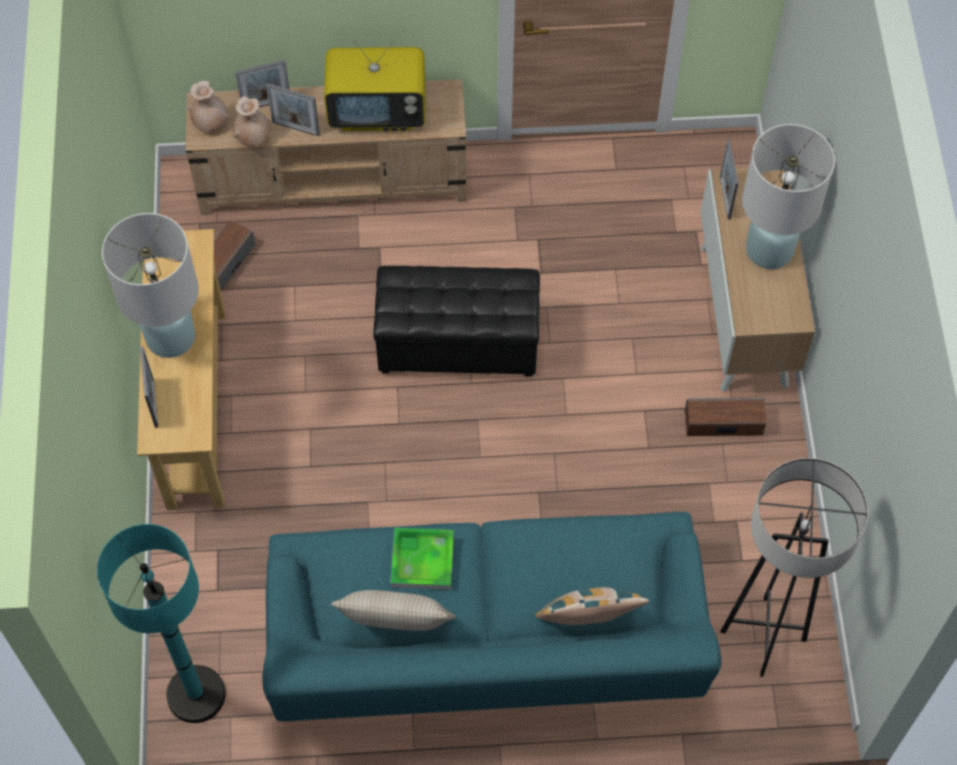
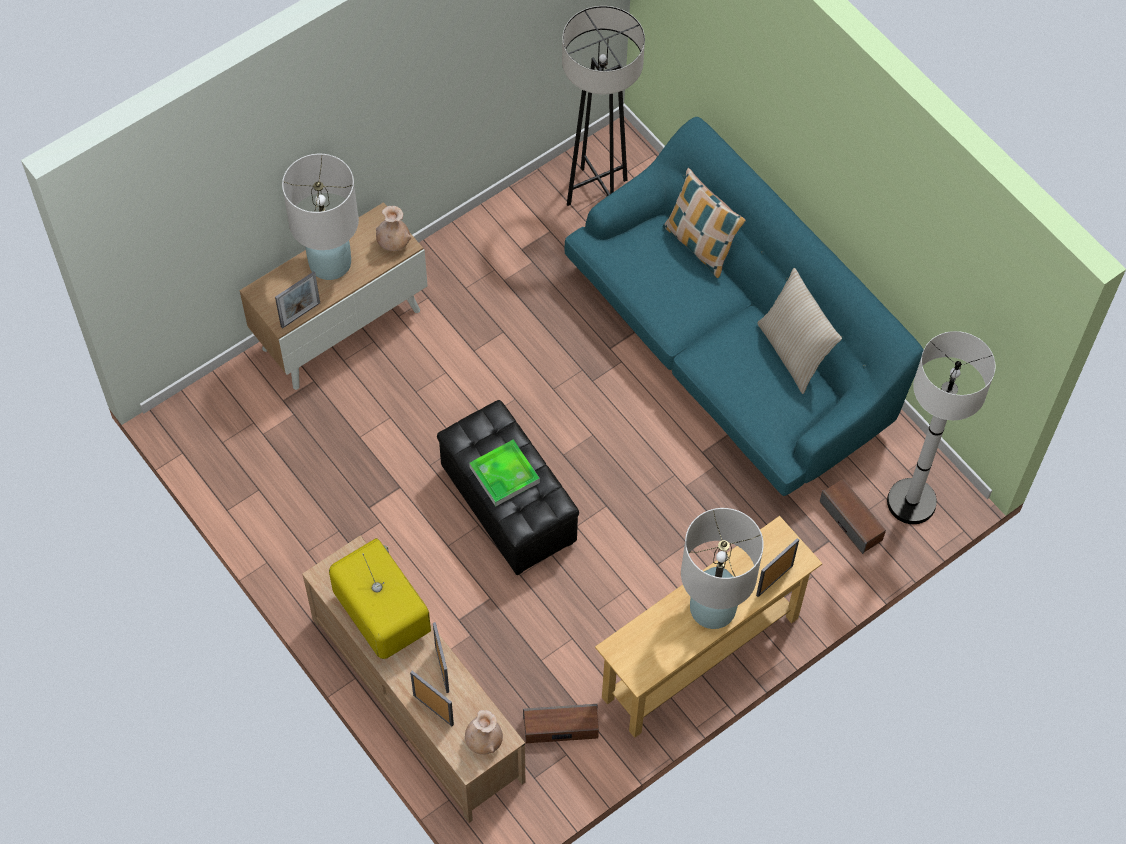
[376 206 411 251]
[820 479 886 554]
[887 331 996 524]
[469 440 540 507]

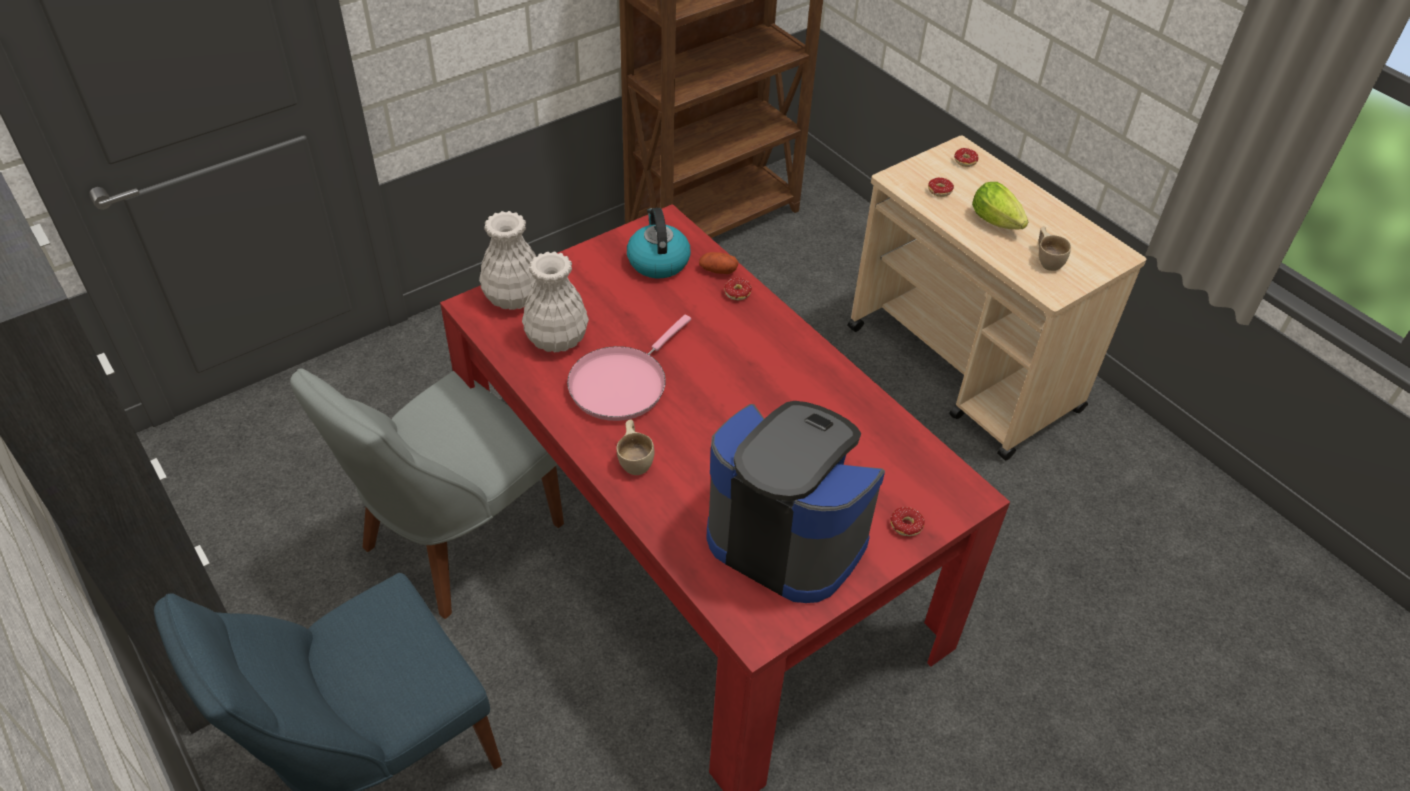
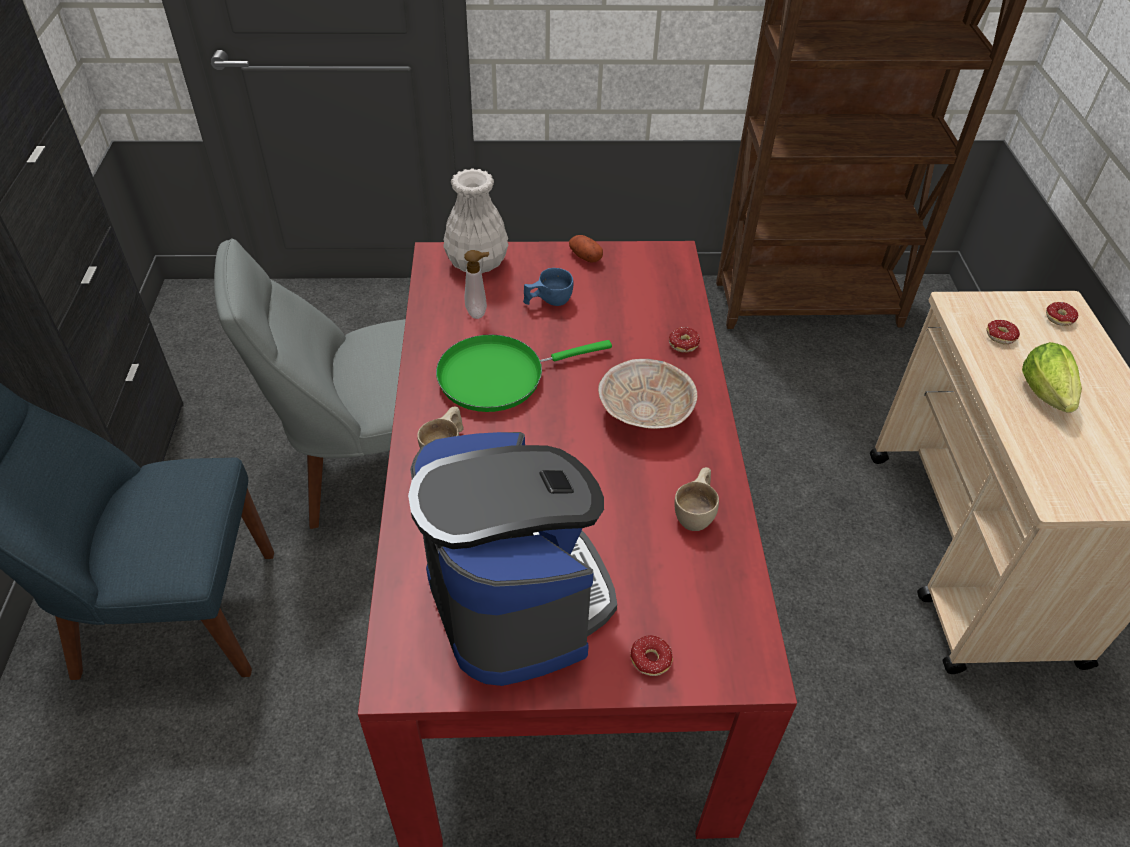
[627 208 691 278] (first image)
[674 467 719 531]
[464 250 489 319]
[569 235 603 263]
[436 334 612 412]
[523 268 573 306]
[598 359 697 429]

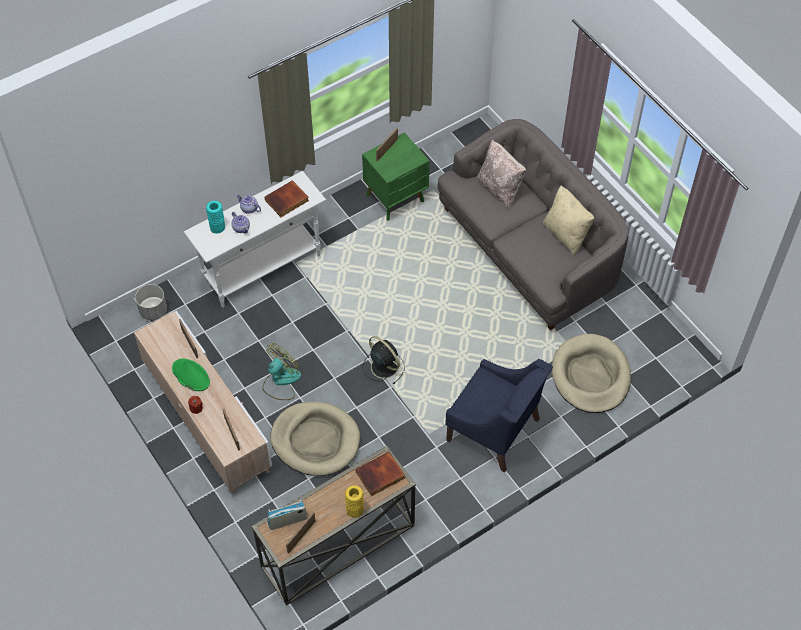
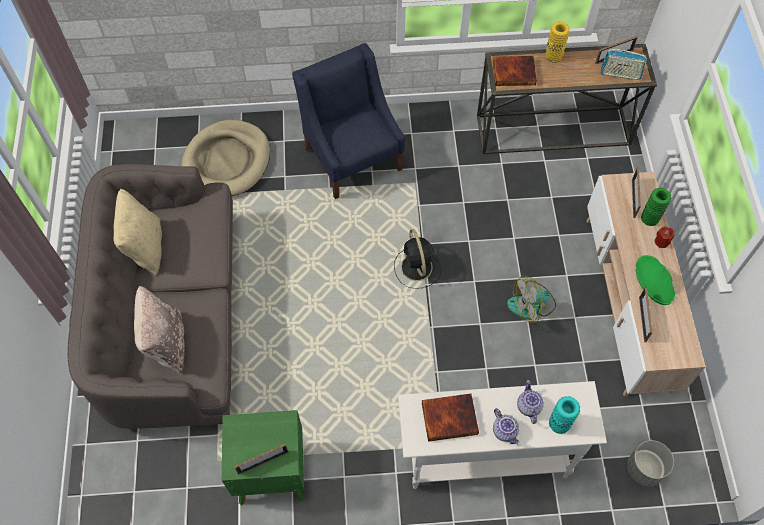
[270 402 360 476] (first image)
[641 188 671 226]

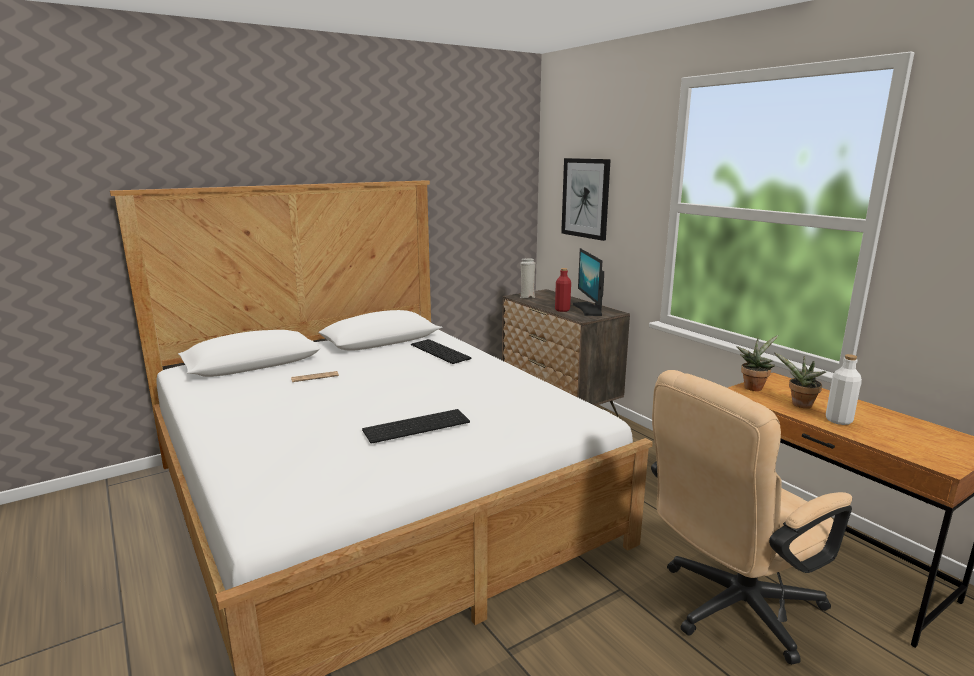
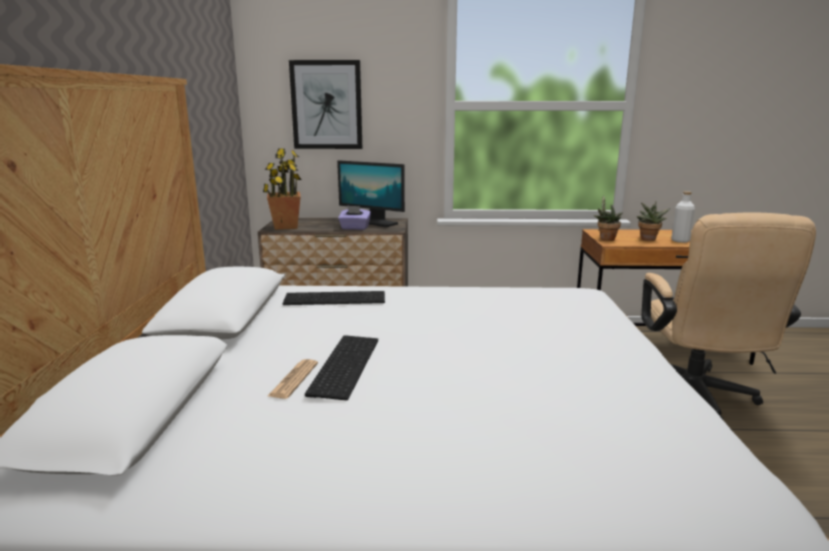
[263 148 302 230]
[338 205 371 230]
[305 335 378 400]

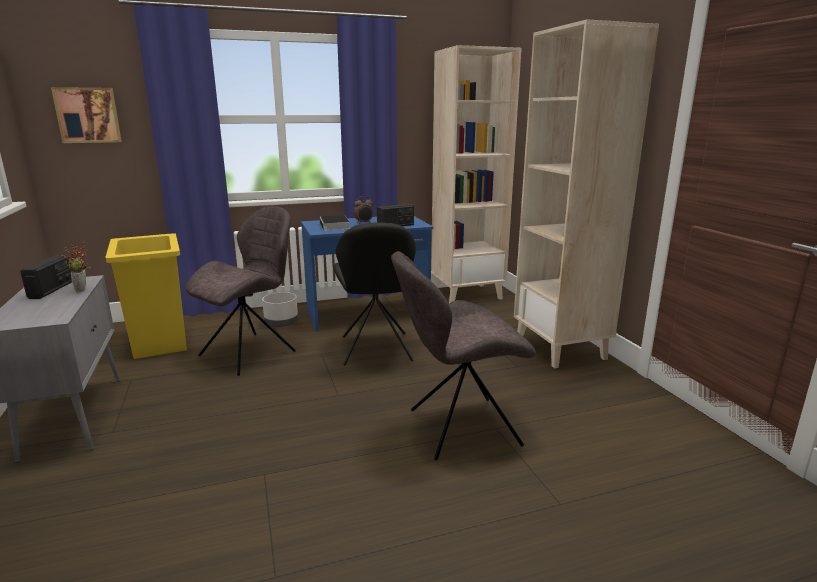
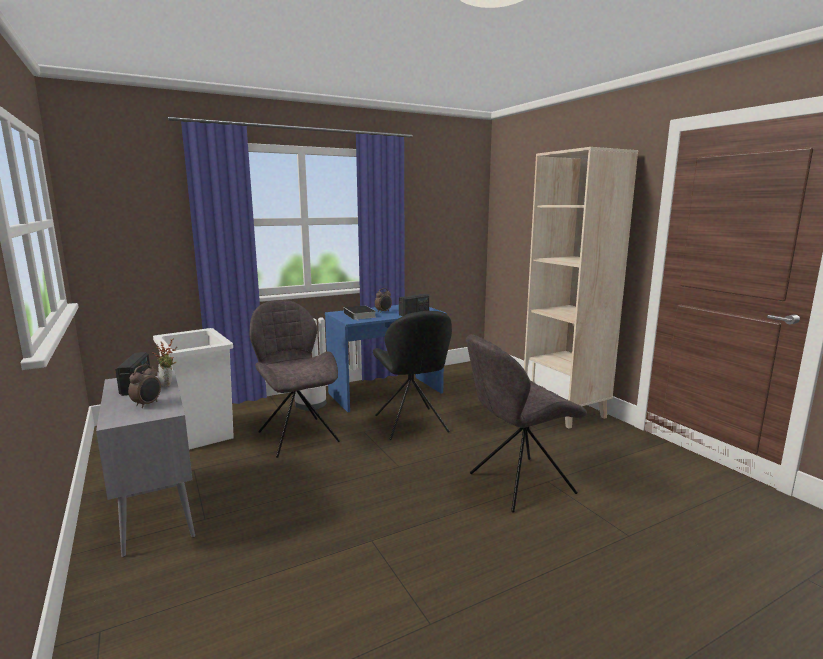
[431 45 522 303] (first image)
[51 87 122 143] (first image)
[249 300 340 458]
[153 328 234 450]
[128 364 161 408]

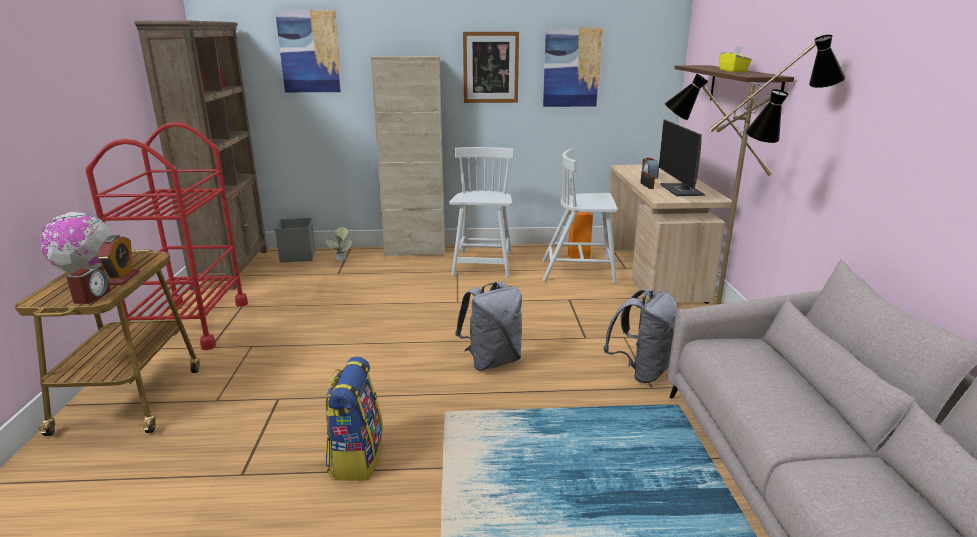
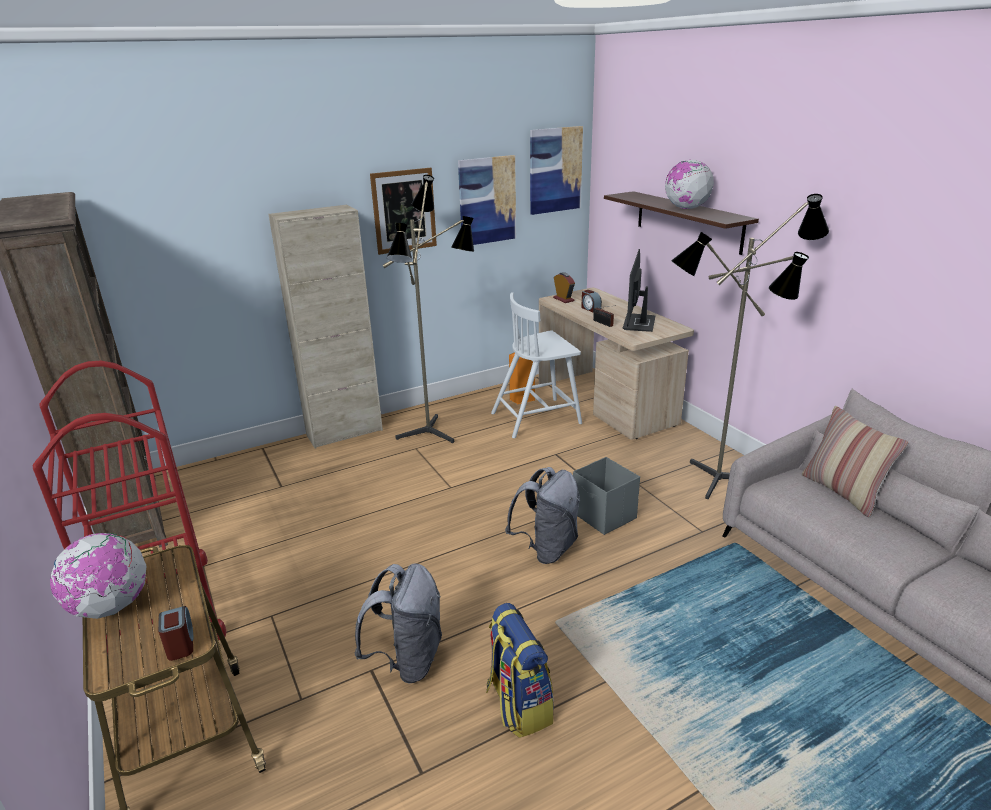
[530 126 583 215]
[665 160 714 209]
[623 249 656 332]
[383 175 474 443]
[573 457 640 535]
[325 227 352 261] (first image)
[553 272 575 303]
[355 563 442 683]
[802 406 908 518]

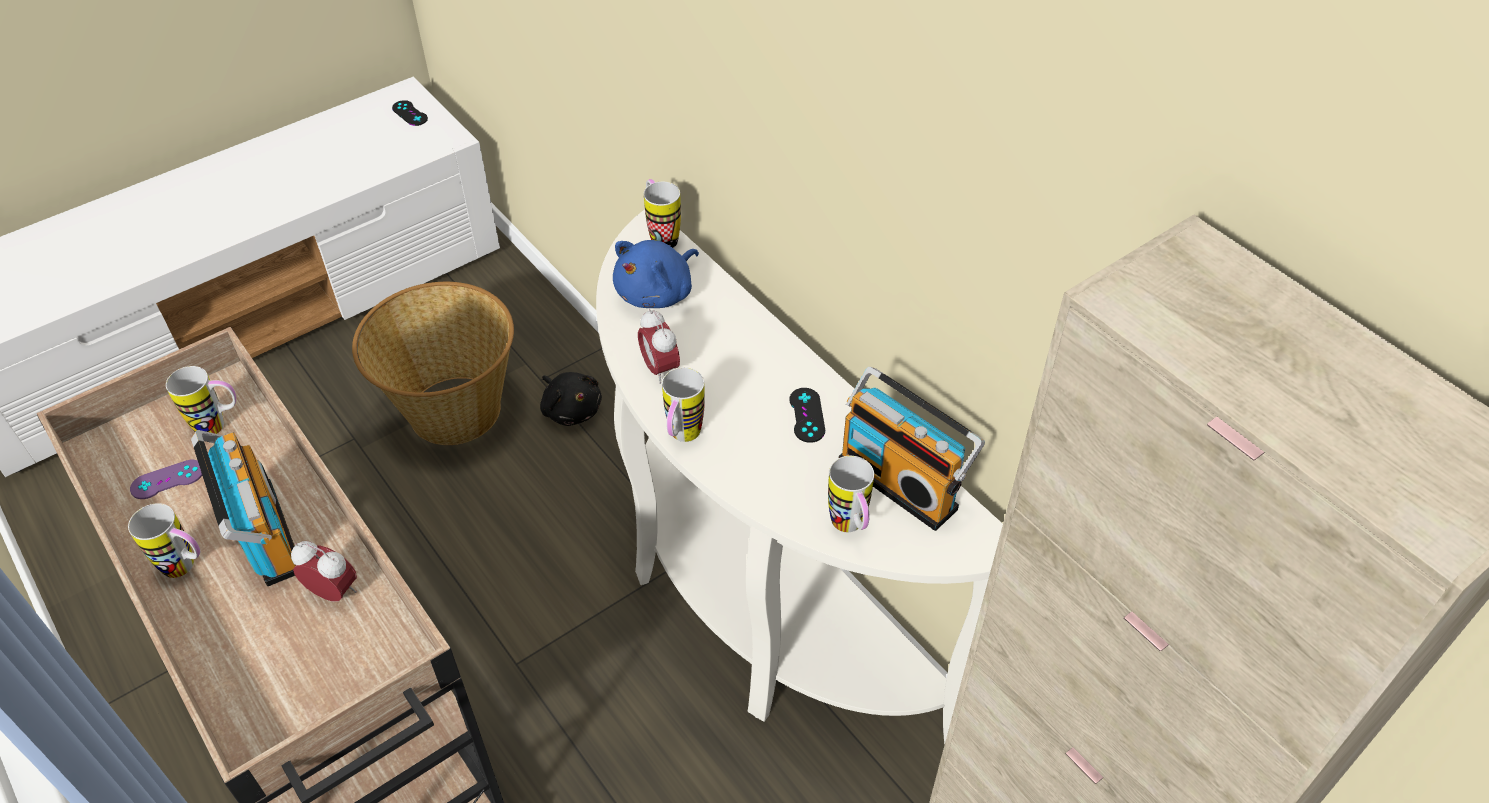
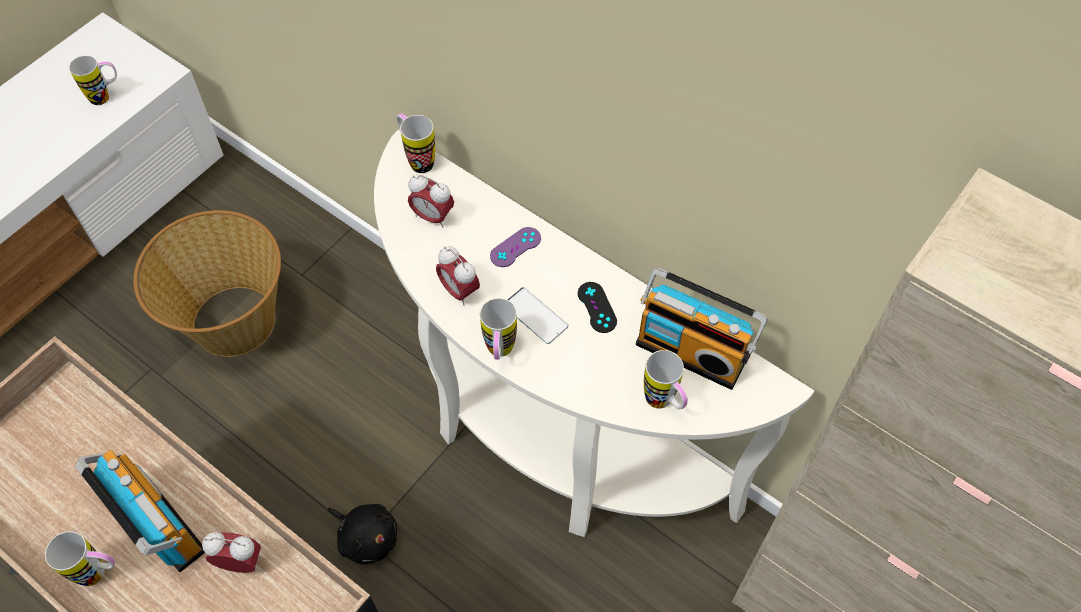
[392 100 428 126] (first image)
[408 174 454 228]
[69 56 117 105]
[328 504 397 565]
[490 227 541 267]
[507 287 568 344]

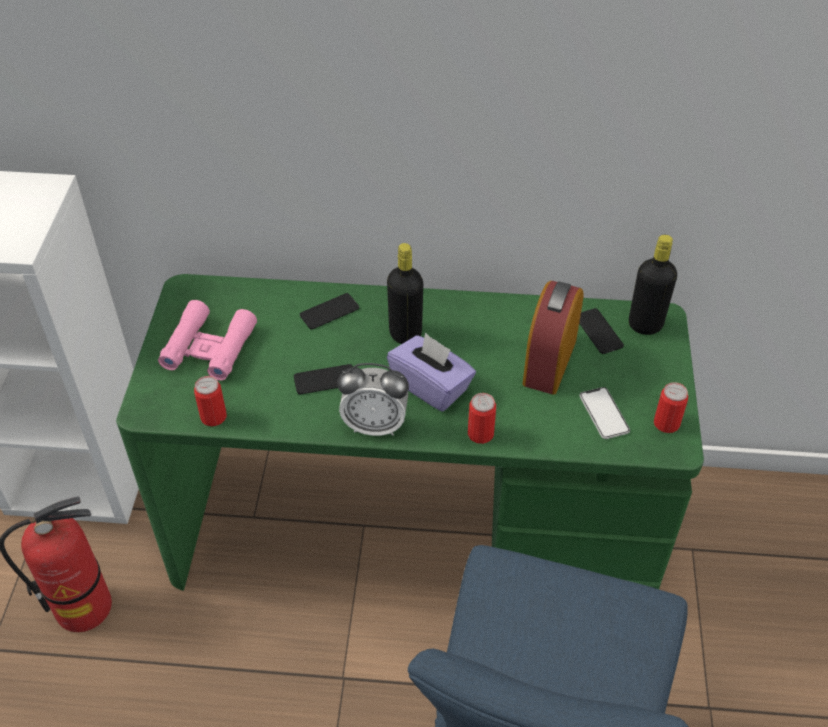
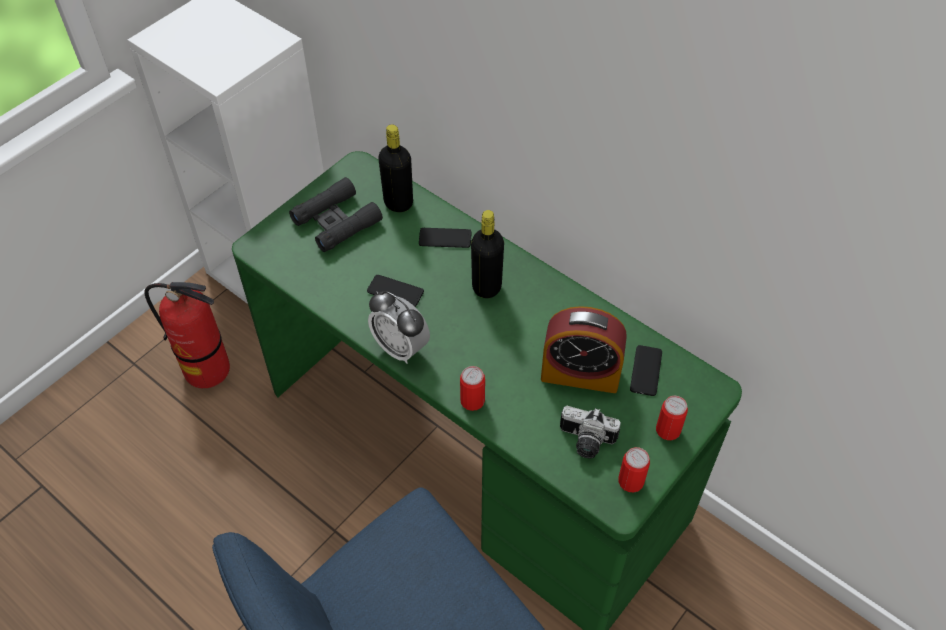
[378 124 413 212]
[541 306 626 393]
[289 177 383 252]
[387 332 476 412] (first image)
[656 396 688 440]
[560 406 621 458]

